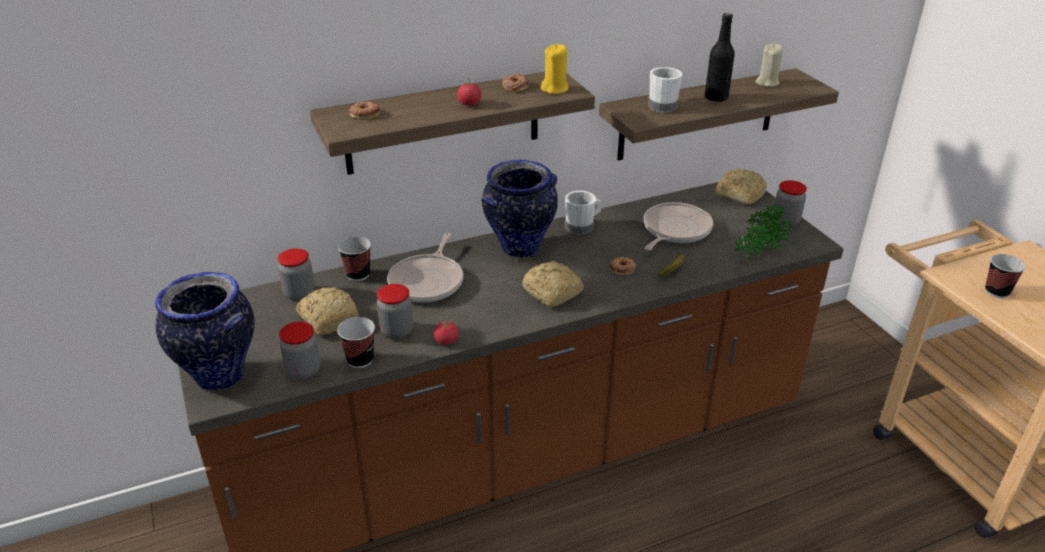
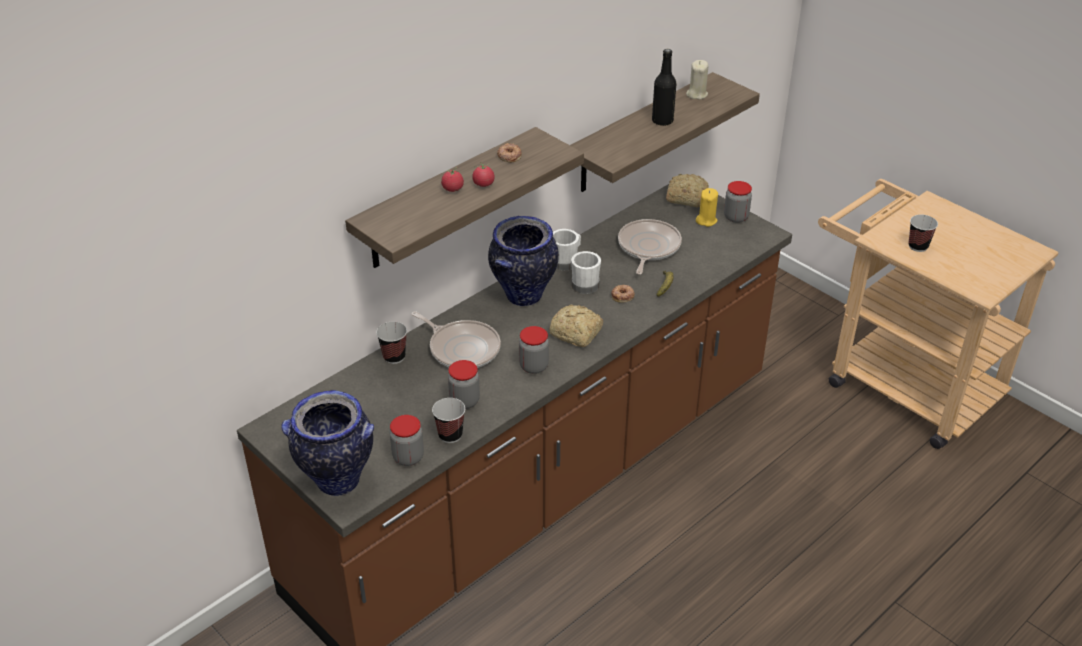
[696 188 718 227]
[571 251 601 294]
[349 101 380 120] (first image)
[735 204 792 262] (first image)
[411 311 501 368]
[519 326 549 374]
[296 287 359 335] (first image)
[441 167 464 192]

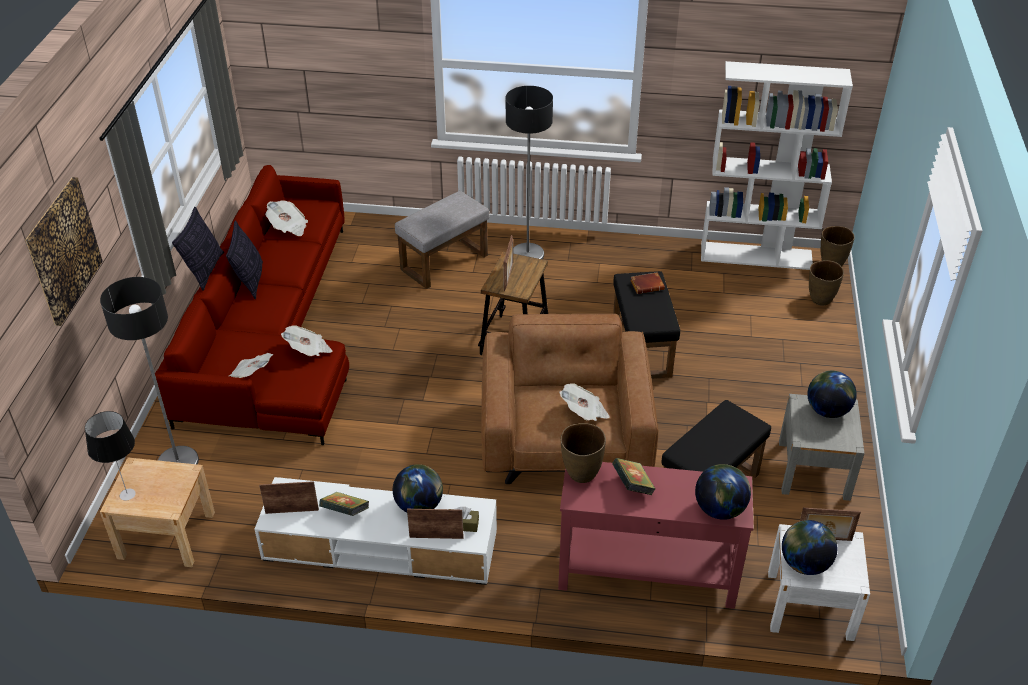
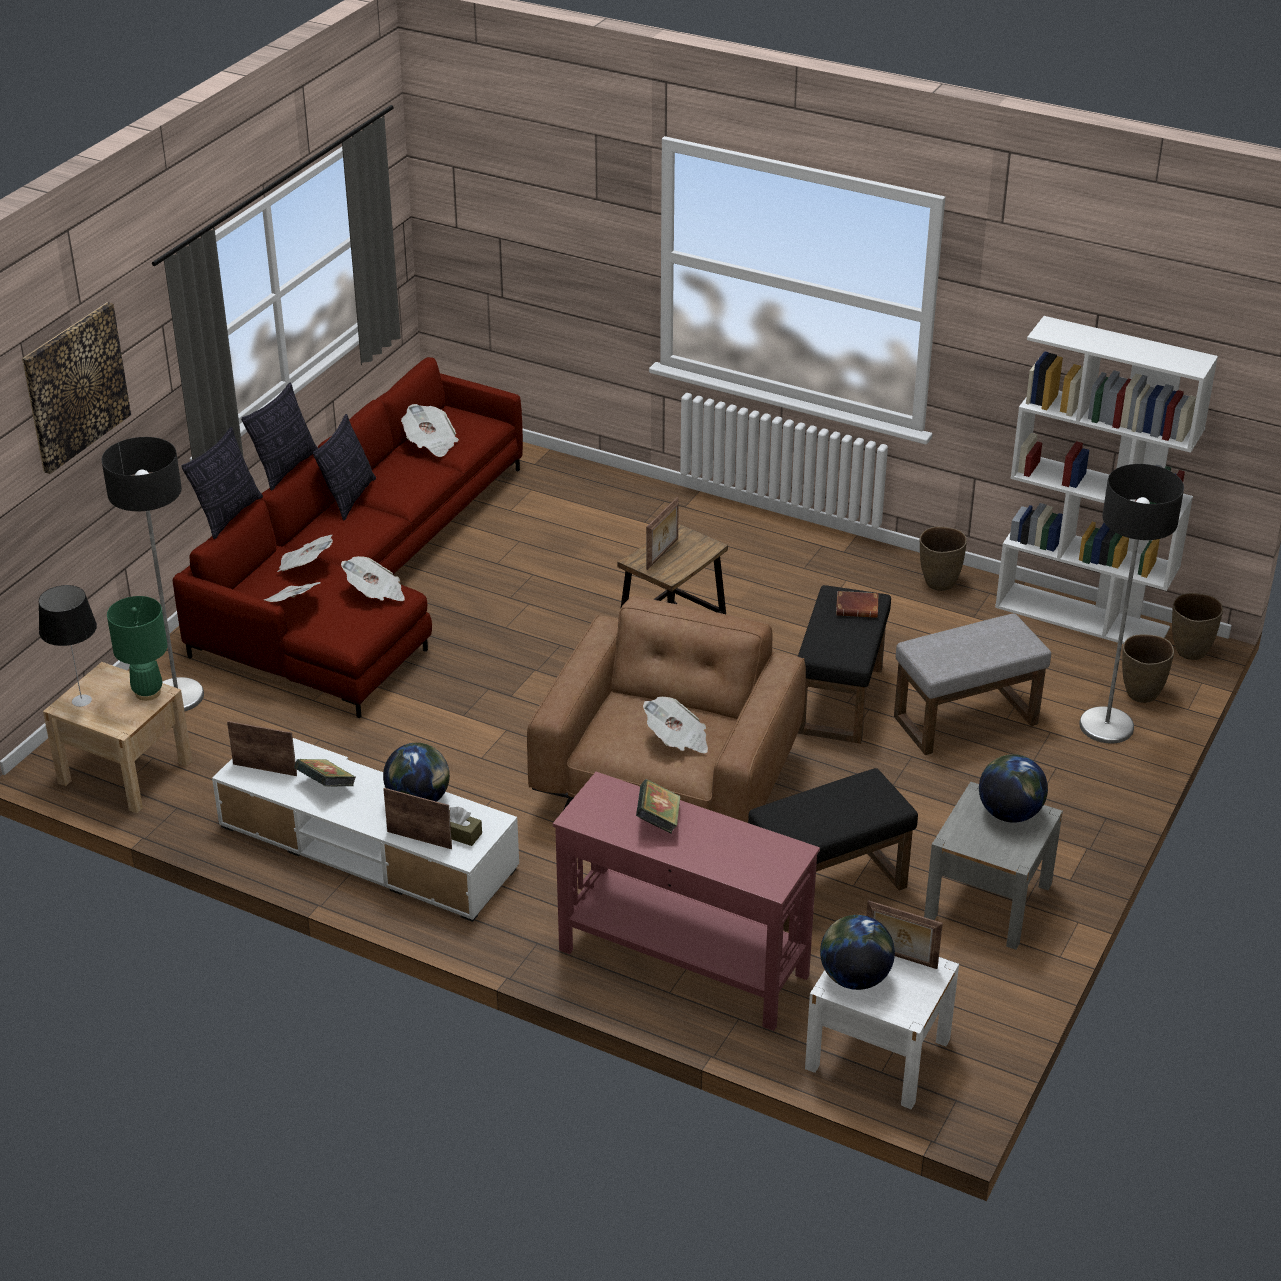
[1079 464 1184 743]
[894 614 1051 755]
[920 527 967 591]
[695 464 751 520] (first image)
[181 427 263 539]
[277 535 333 572]
[107 596 168 701]

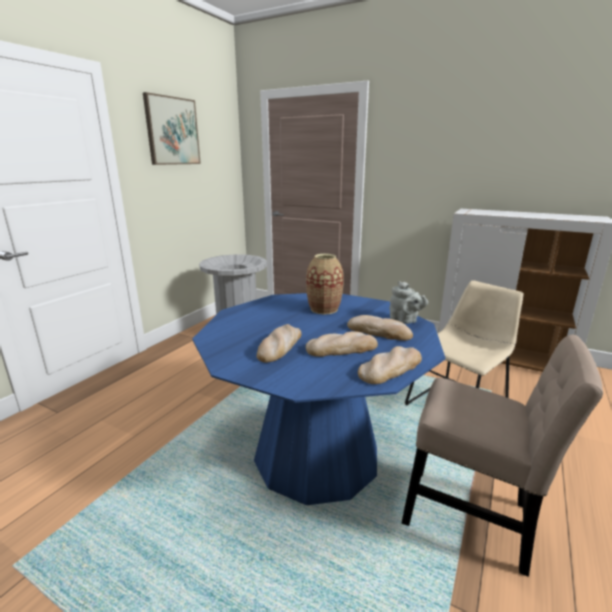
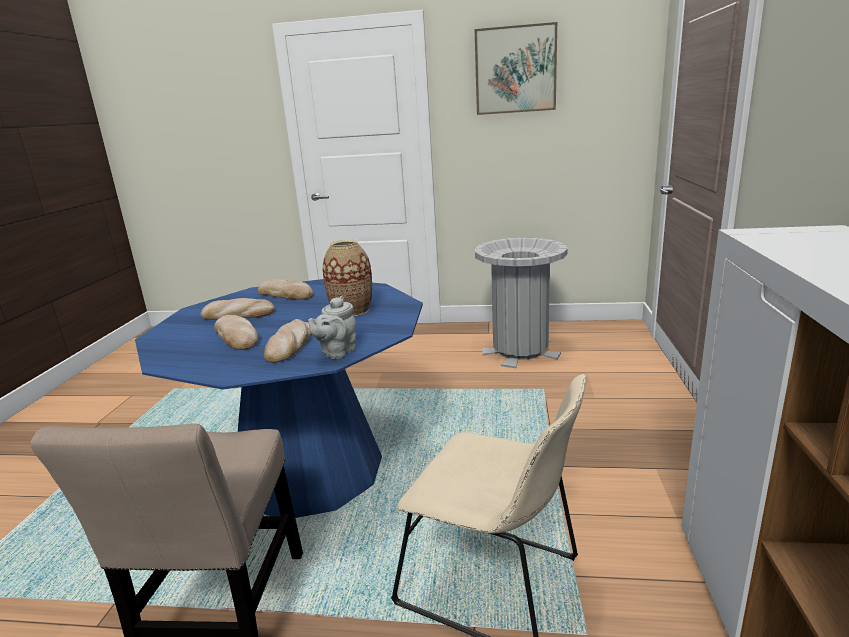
[258 279 313 300]

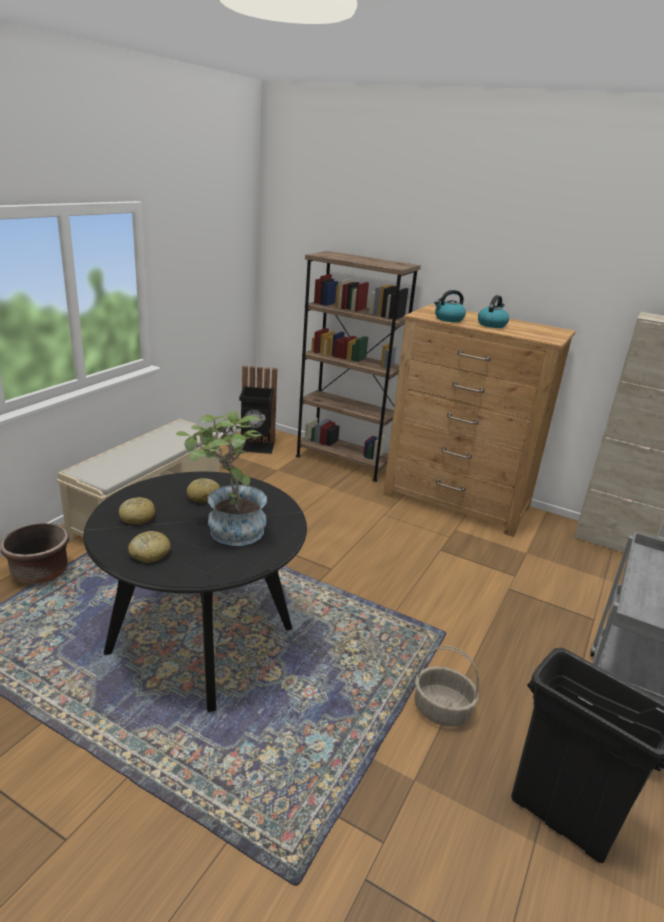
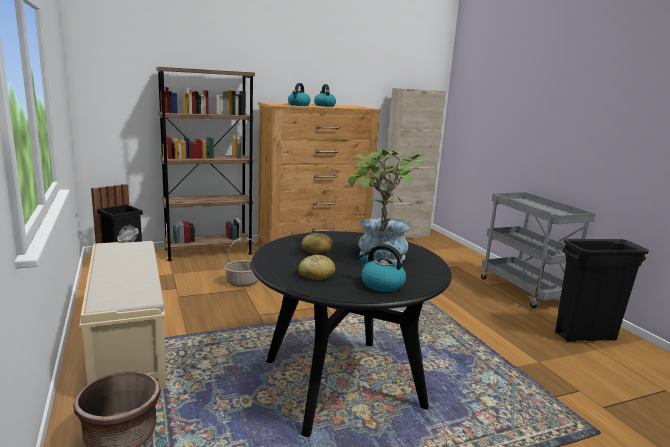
[359 244 406 292]
[224 237 259 287]

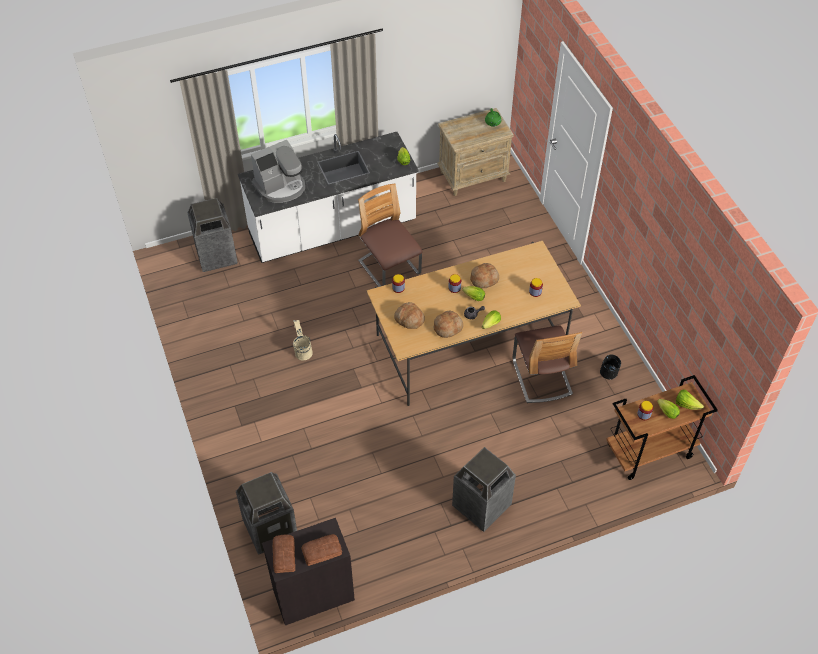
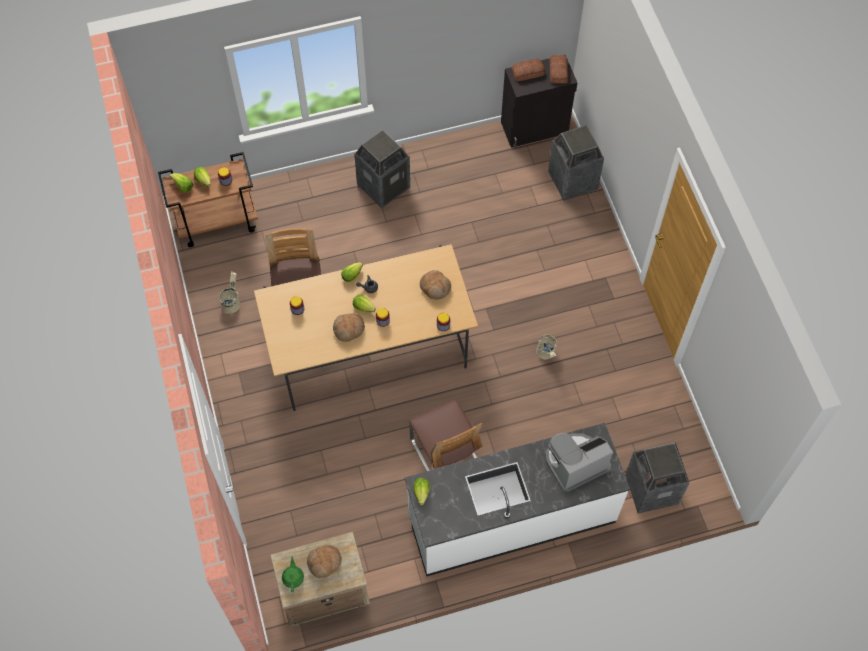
[307 545 342 578]
[219 271 241 313]

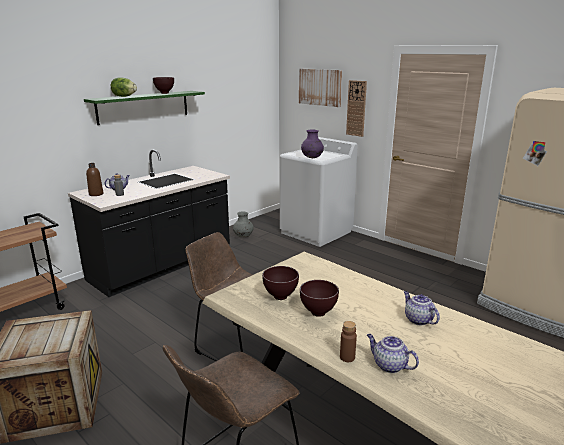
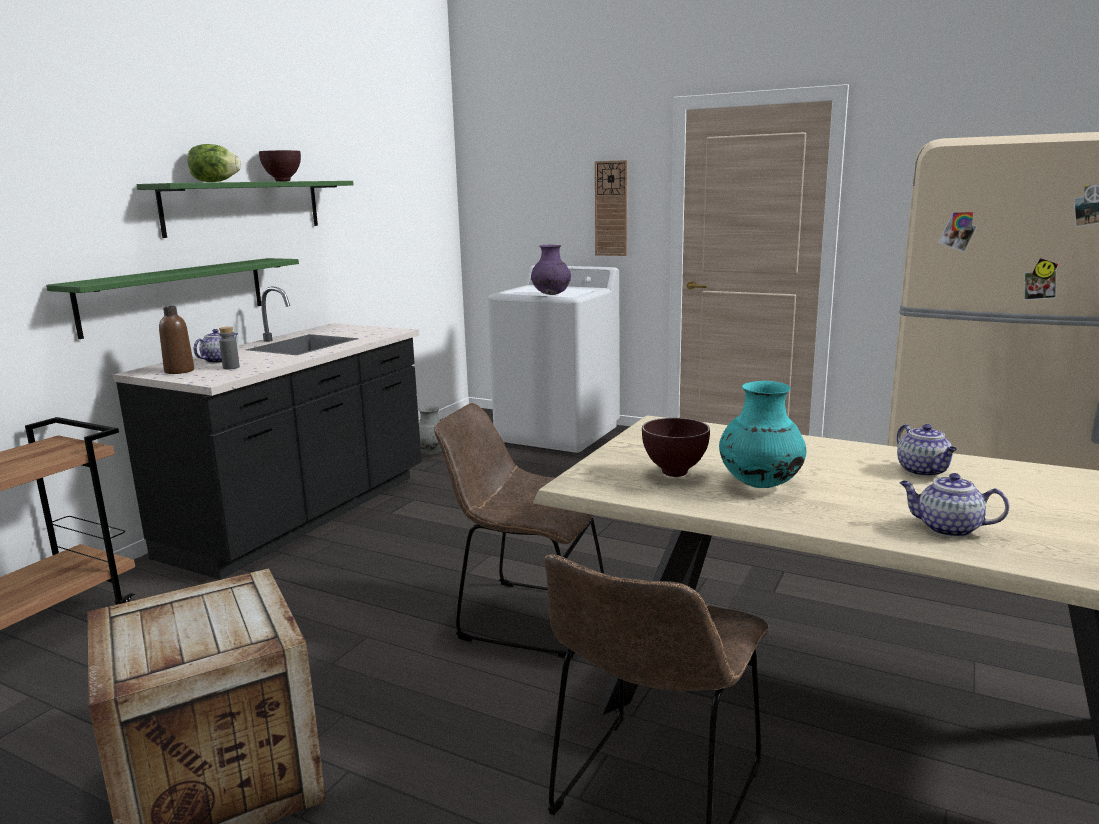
[299 69 342 107] (first image)
[719 381 806 488]
[897 424 957 477]
[340 321 357 362] (first image)
[46 258 299 339]

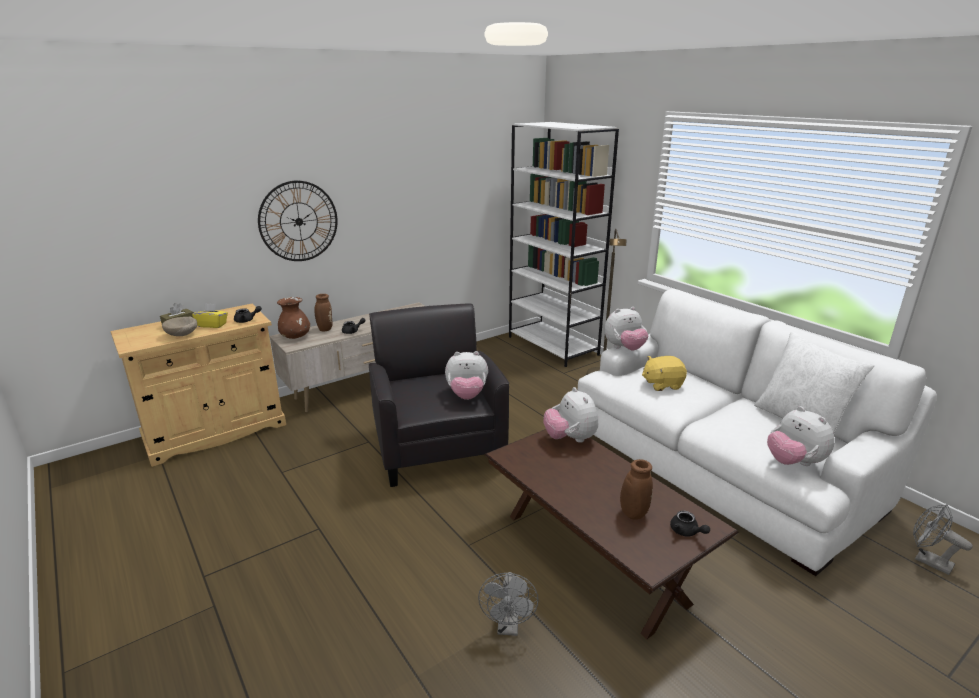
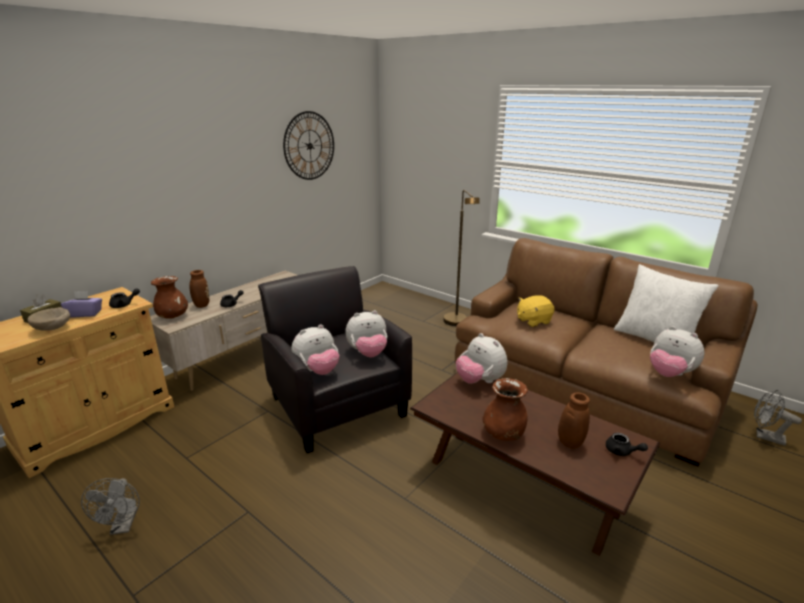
[509 122 619 367] (first image)
[283 111 334 180]
[455 238 758 467]
[61 291 102 318]
[291 325 339 375]
[81 478 140 535]
[483 378 528 441]

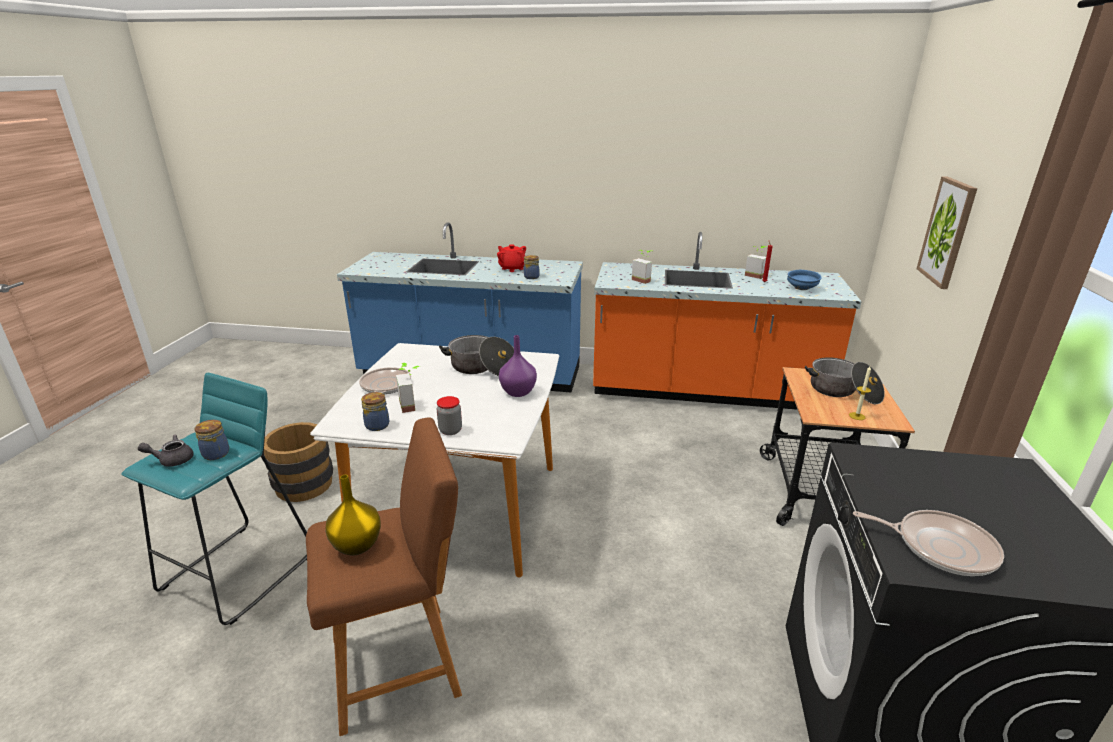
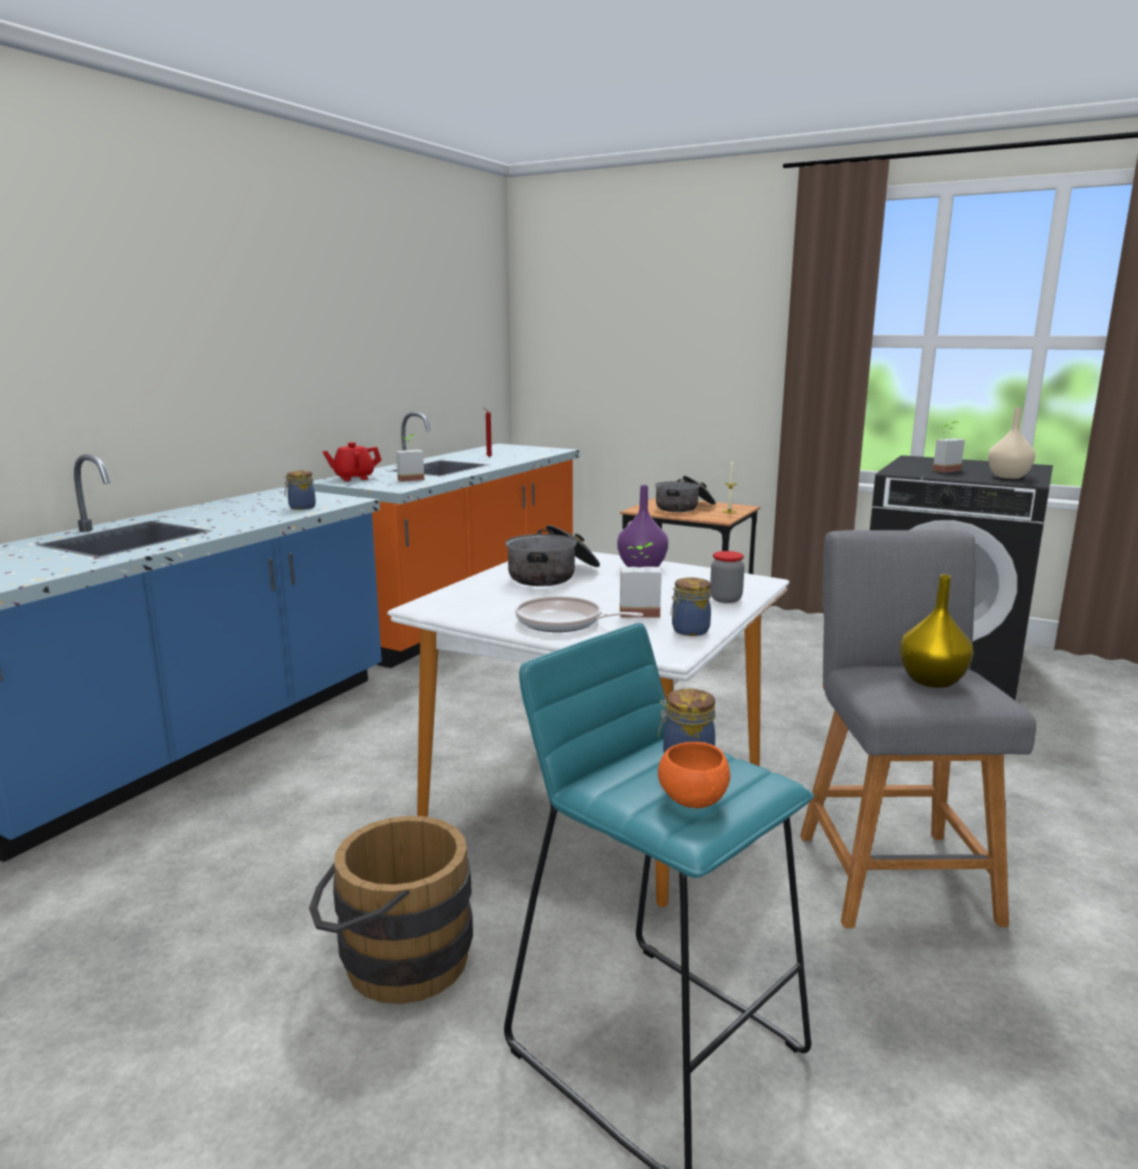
[916 176 977 289] (first image)
[322 442 381 481]
[933 421 965 473]
[787 270 822 290] (first image)
[800 530 1036 928]
[658 742 730 808]
[988 407 1035 479]

